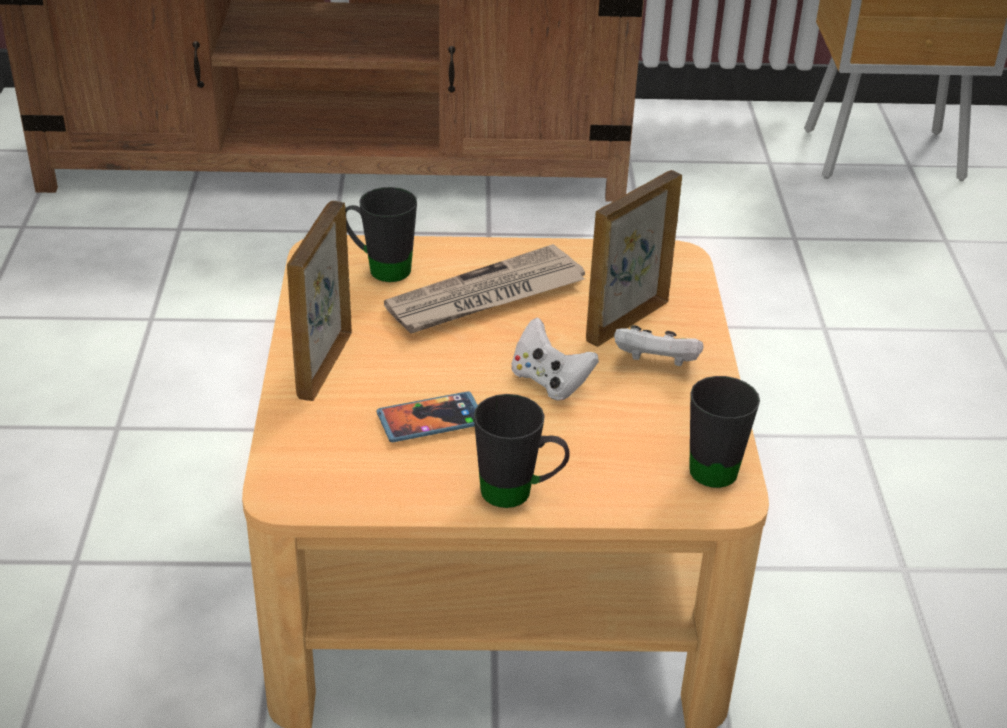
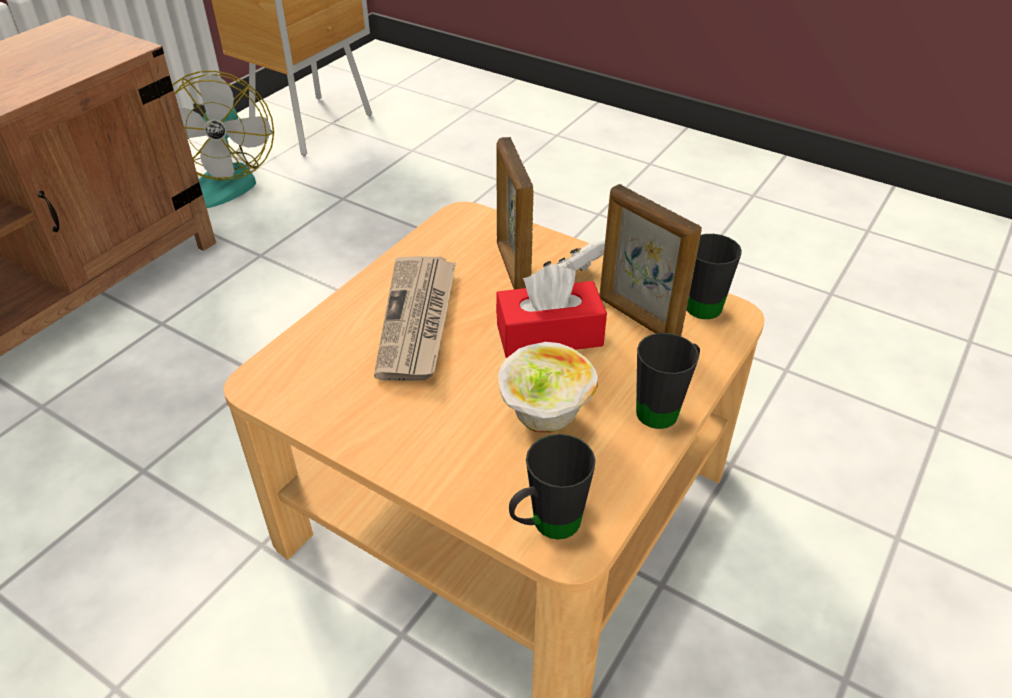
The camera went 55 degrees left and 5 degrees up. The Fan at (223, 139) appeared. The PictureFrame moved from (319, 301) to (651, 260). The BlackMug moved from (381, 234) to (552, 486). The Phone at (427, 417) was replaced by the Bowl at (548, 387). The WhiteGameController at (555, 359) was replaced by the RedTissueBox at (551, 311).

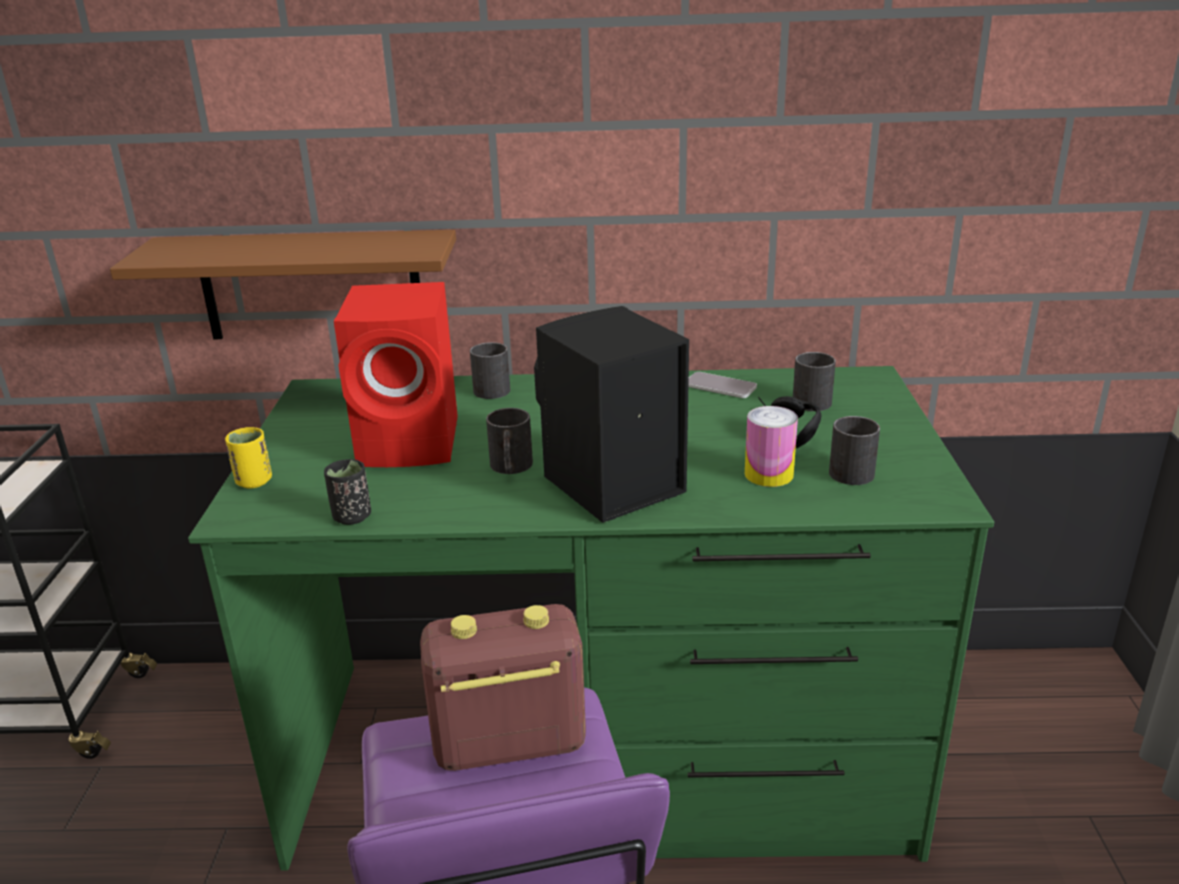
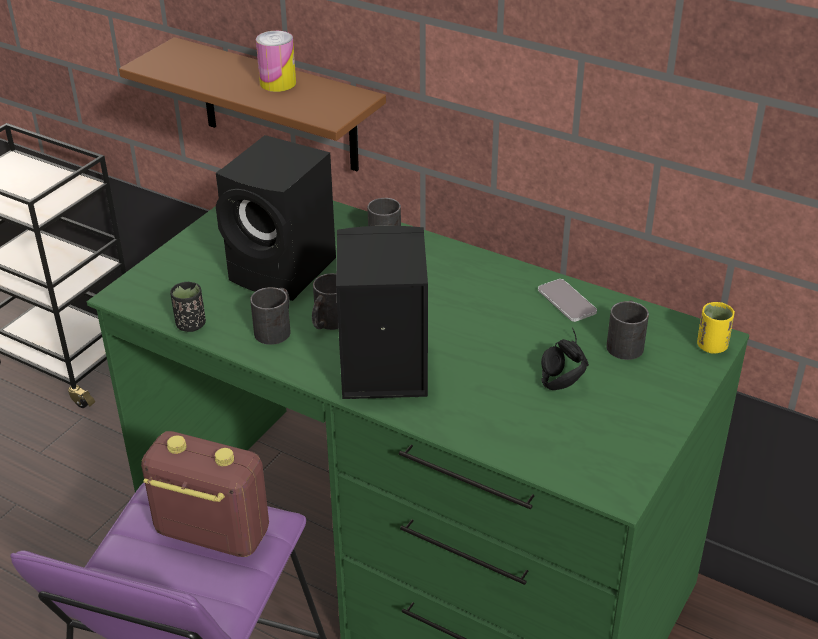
The camera went 30 degrees right and 10 degrees up. The YellowCup moved from (248, 457) to (716, 328). The Can moved from (771, 446) to (276, 61). The BlackMug moved from (854, 450) to (270, 316). The RedSpeaker at (396, 374) became the BlackSpeaker at (276, 218).

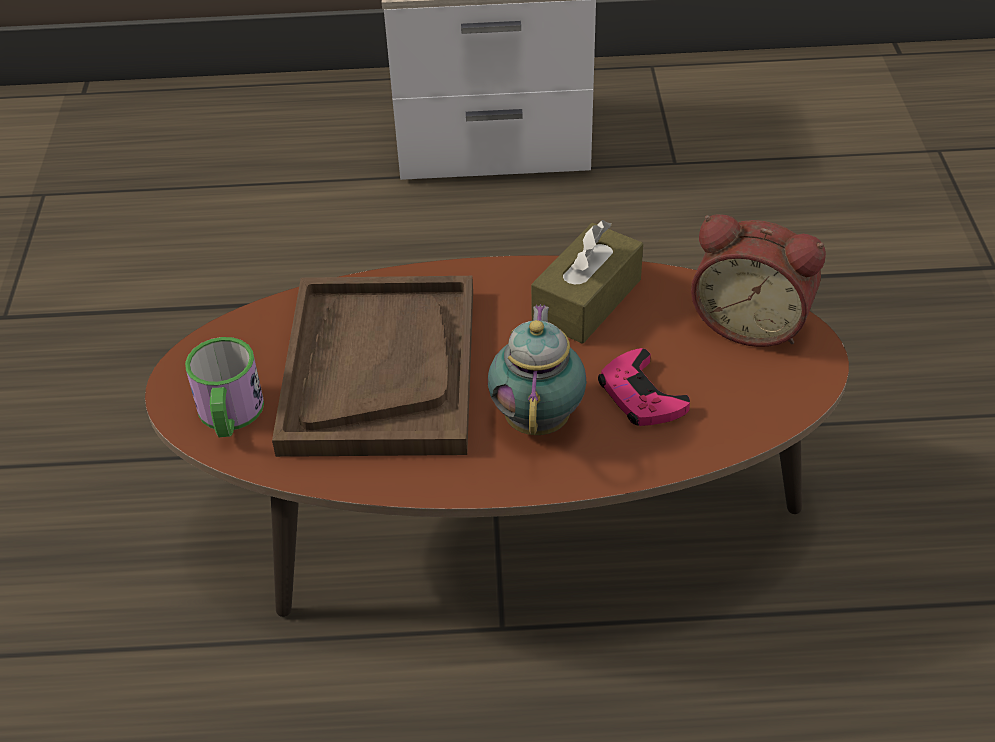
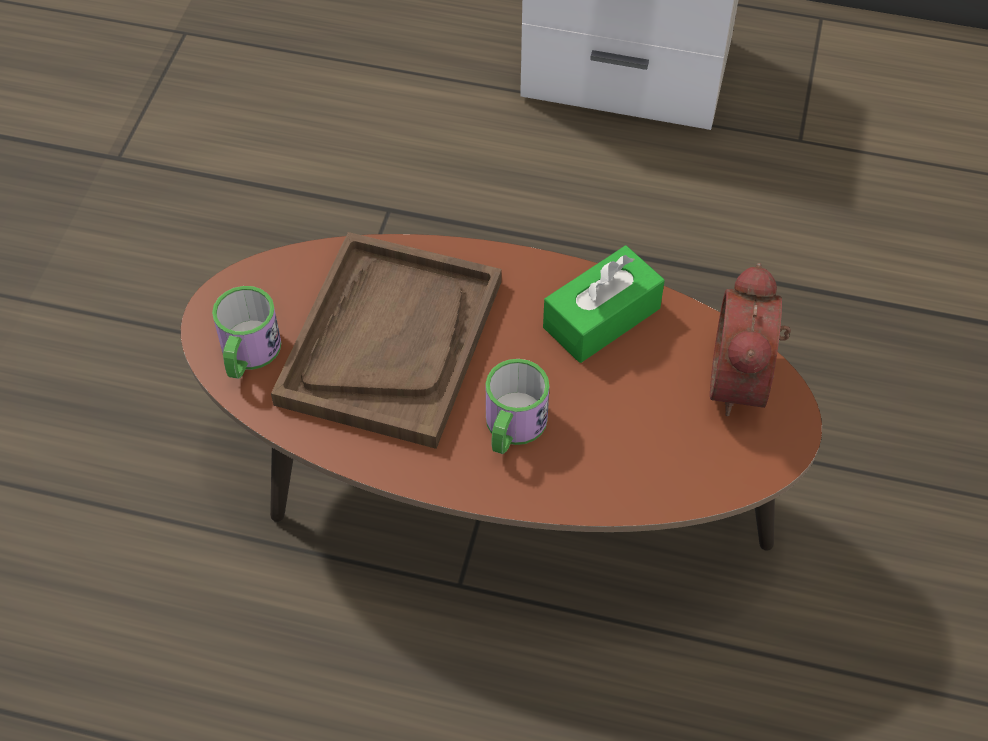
The camera went 15 degrees right and 10 degrees up. The PinkGameController at (644, 387) disappeared. The Teapot at (537, 369) was replaced by the Mug at (517, 406). The BrownTissueBox at (587, 282) became the GreenTissueBox at (604, 304). The AlarmClock at (758, 280) turned 60 degrees clockwise.

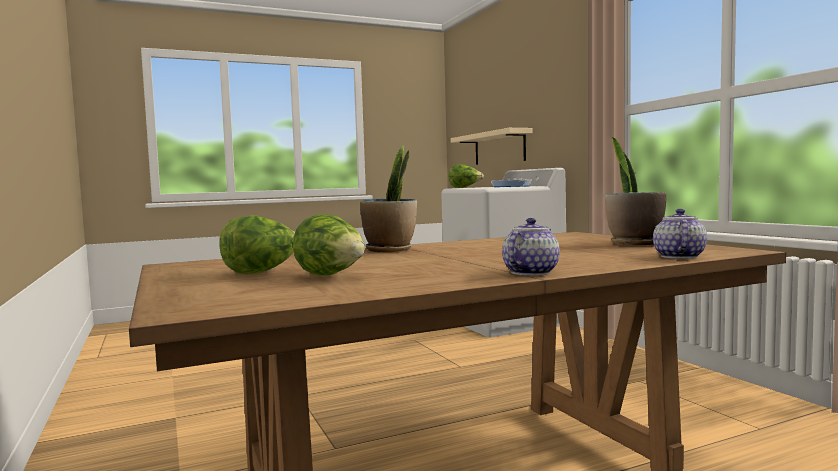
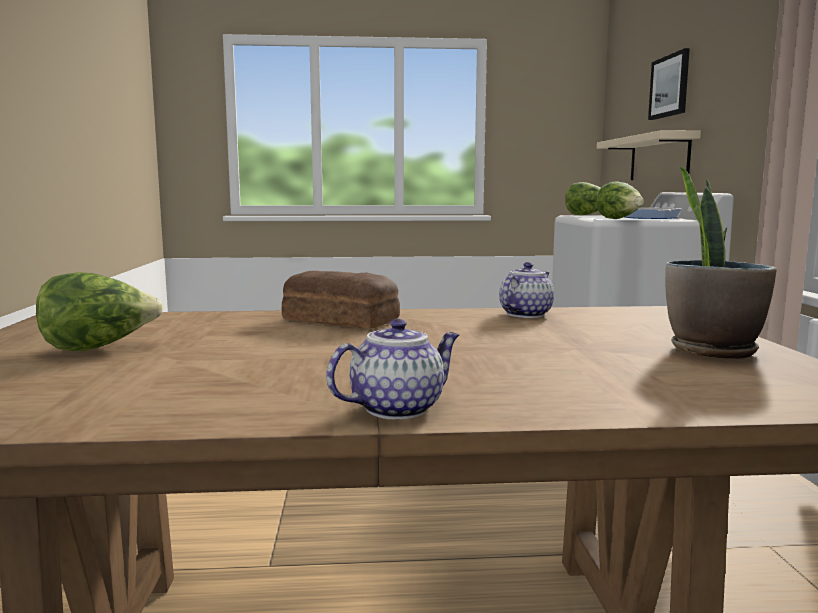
The camera went 20 degrees right and 5 degrees up. The Picture at (669, 84) appeared. The Lettuce moved from (328, 244) to (620, 200). The Teapot moved from (680, 234) to (526, 290). The PottedPlant at (388, 199) was replaced by the Bread at (341, 299).

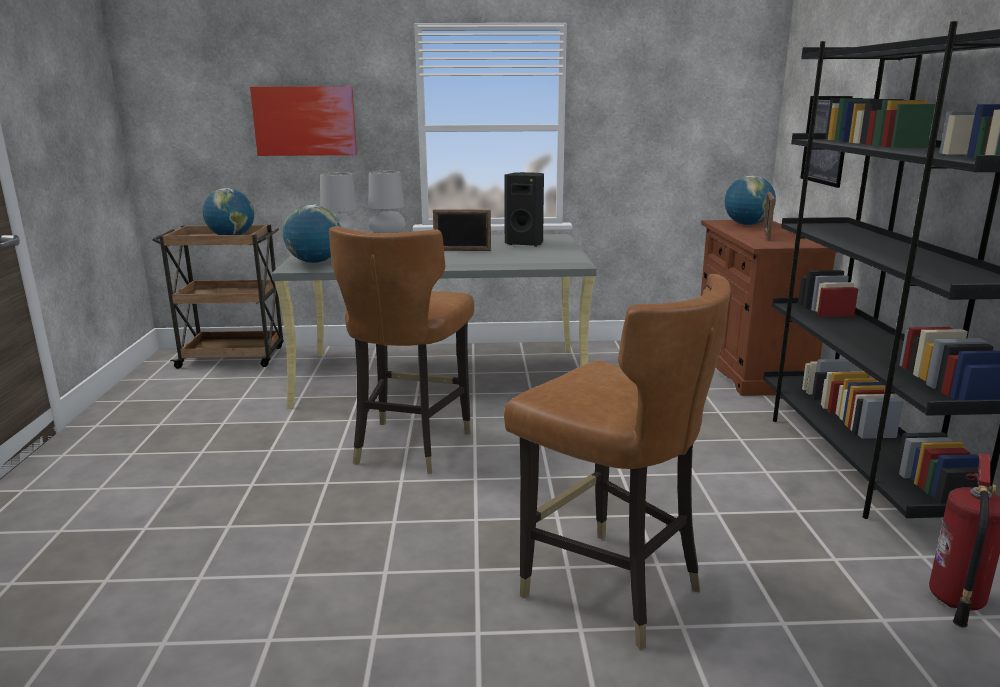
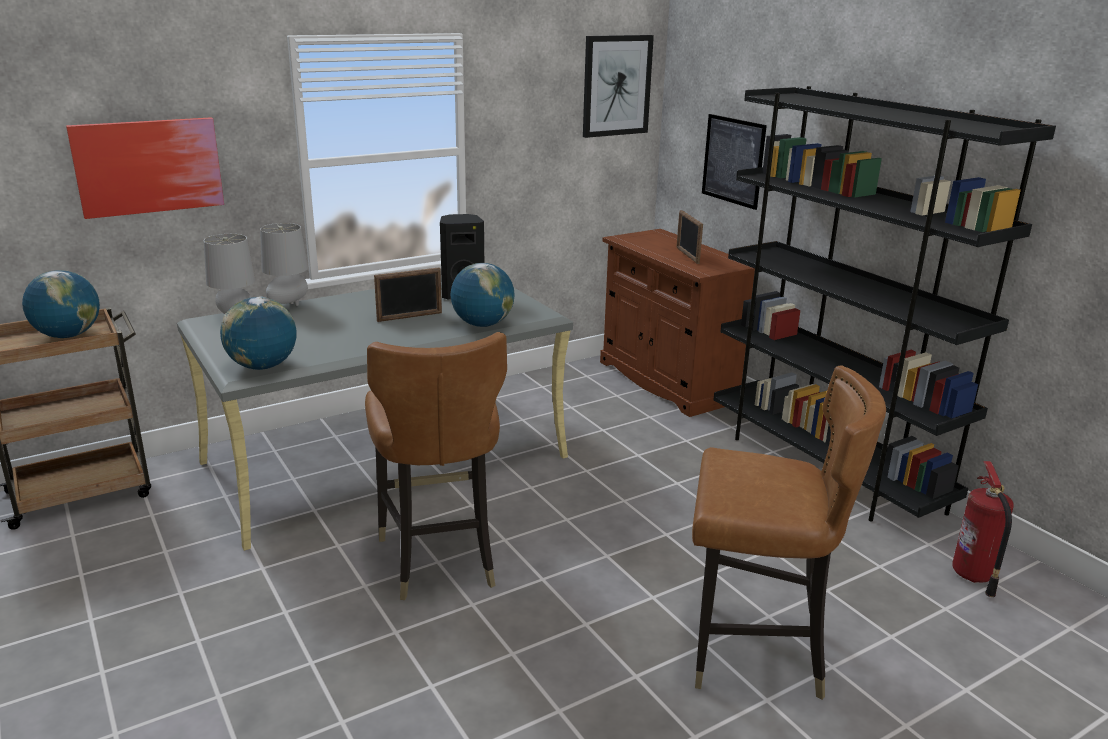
The camera went 30 degrees left and 5 degrees up. The Picture at (618, 86) appeared. The Globe moved from (750, 200) to (482, 295).

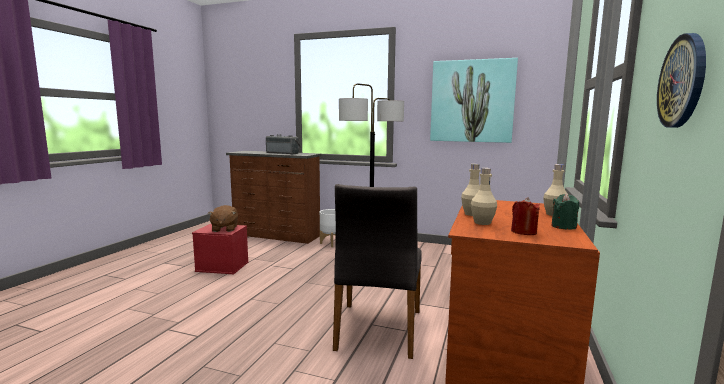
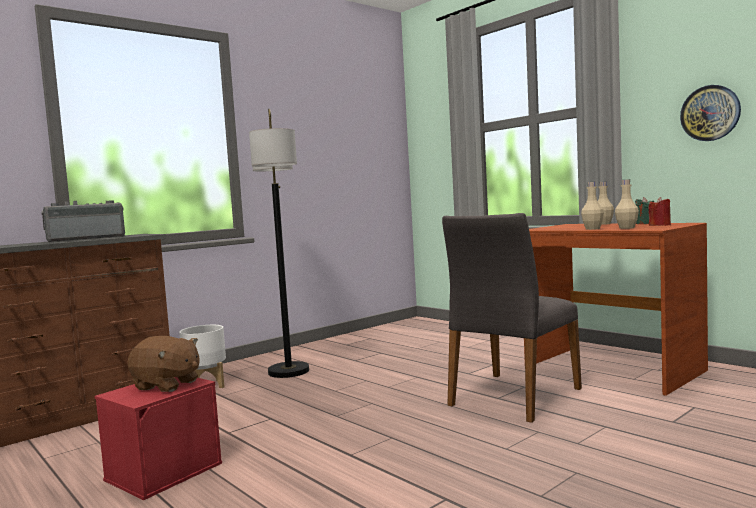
The camera went 60 degrees left and 5 degrees down. The Picture at (474, 100) disappeared. The GreyChair at (377, 271) turned 90 degrees clockwise.

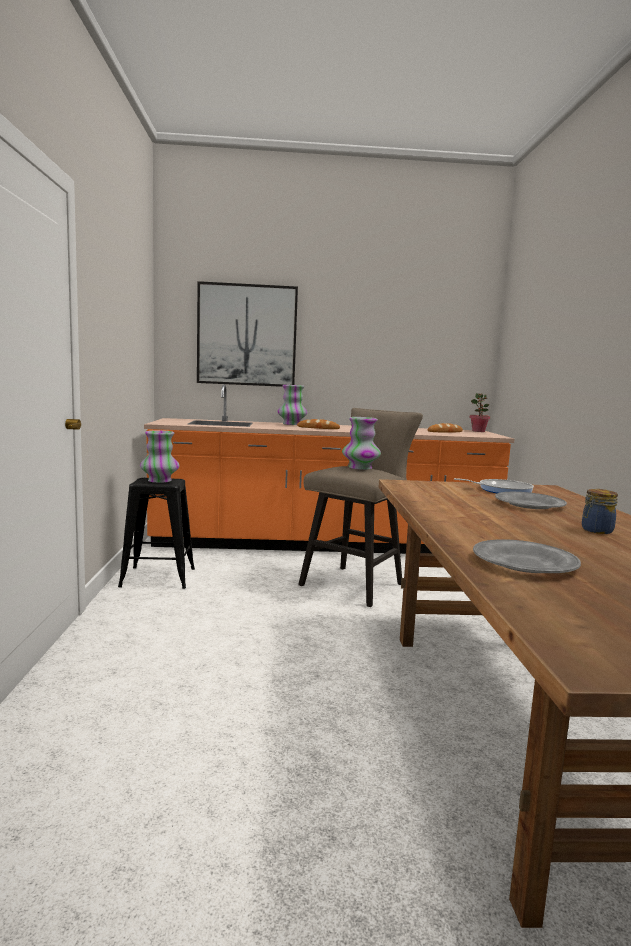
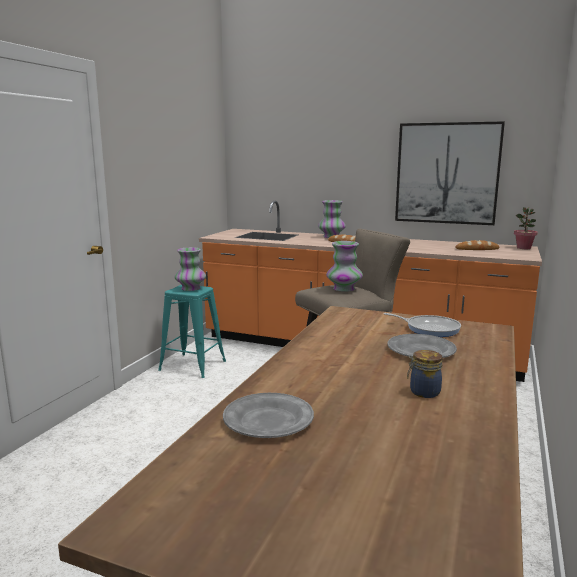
The camera went 25 degrees right and 5 degrees up. The Picture moved from (247, 334) to (450, 173). The BlackStool at (156, 533) became the TurquoiseStool at (192, 331).

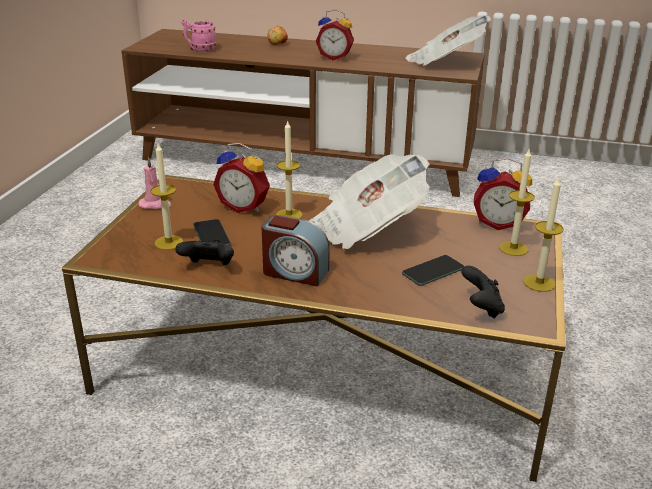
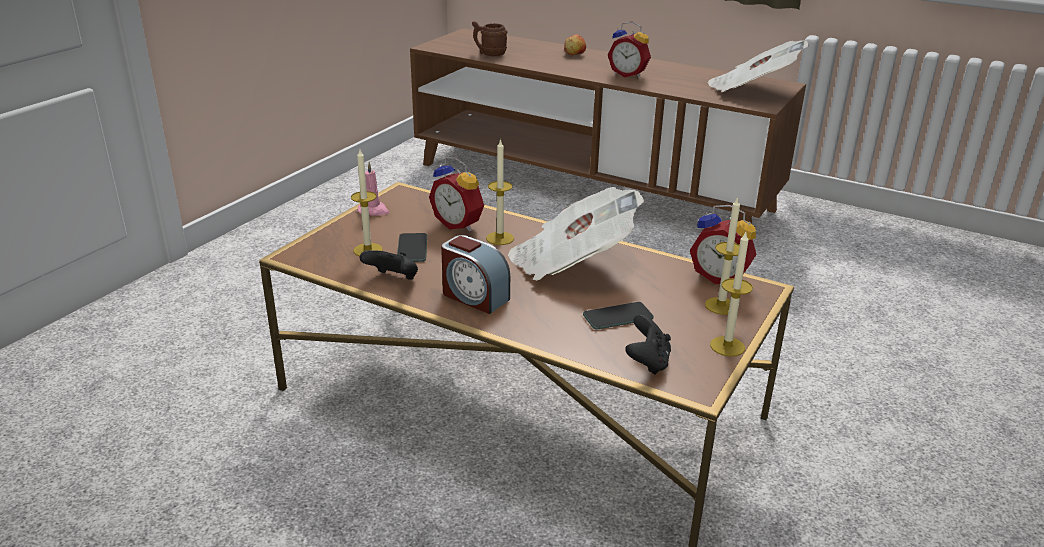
The camera went 15 degrees right and 0 degrees up. The PinkMug at (198, 35) became the BrownMug at (489, 38).

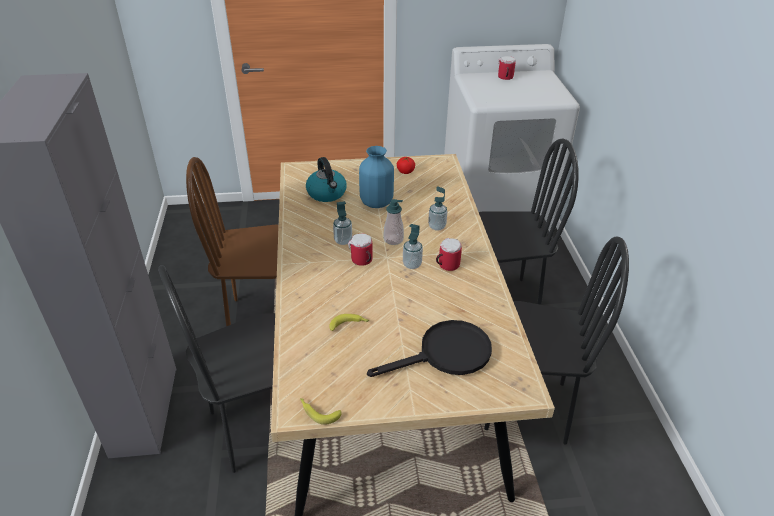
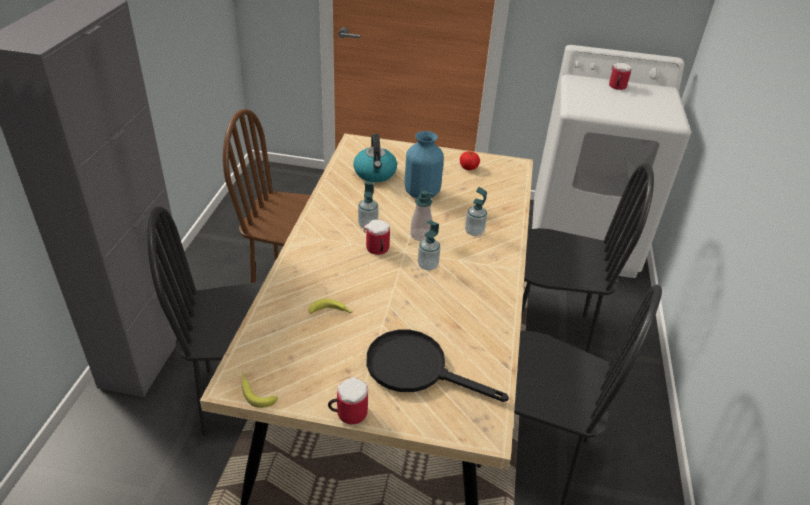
The camera went 15 degrees right and 0 degrees up. The Mug moved from (449, 254) to (348, 400). The BlackFryingPan at (429, 348) turned 150 degrees counterclockwise.

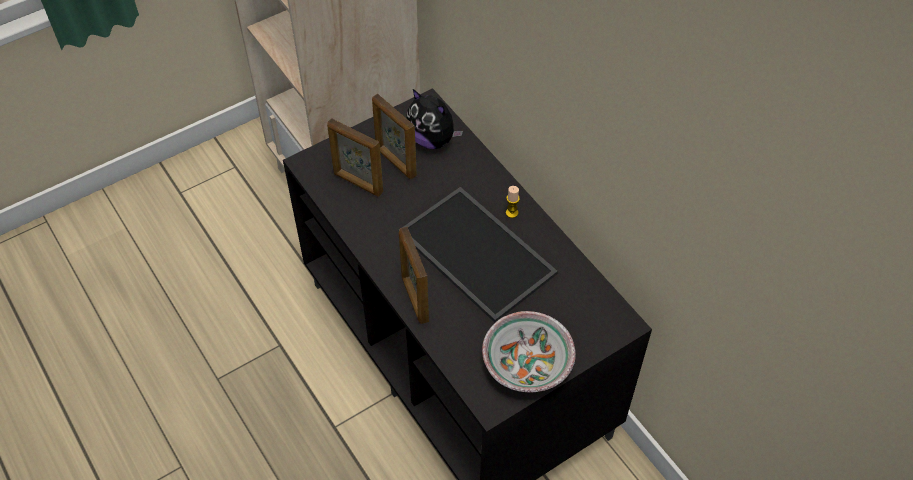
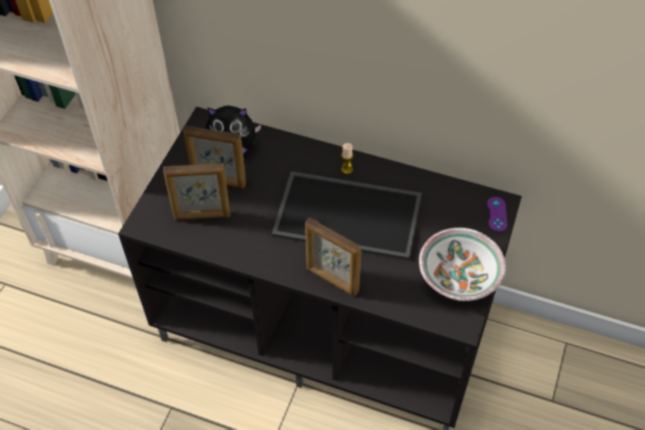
The camera went 35 degrees left and 0 degrees up. The PurpleGameController at (497, 214) appeared.

